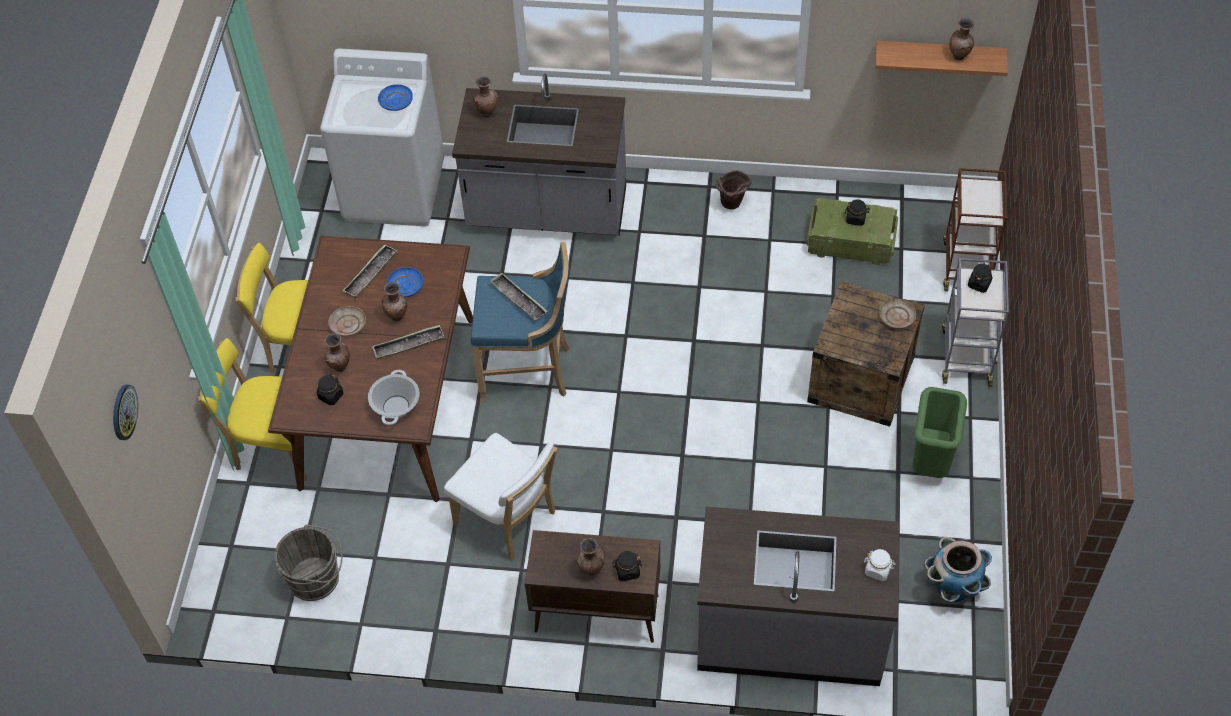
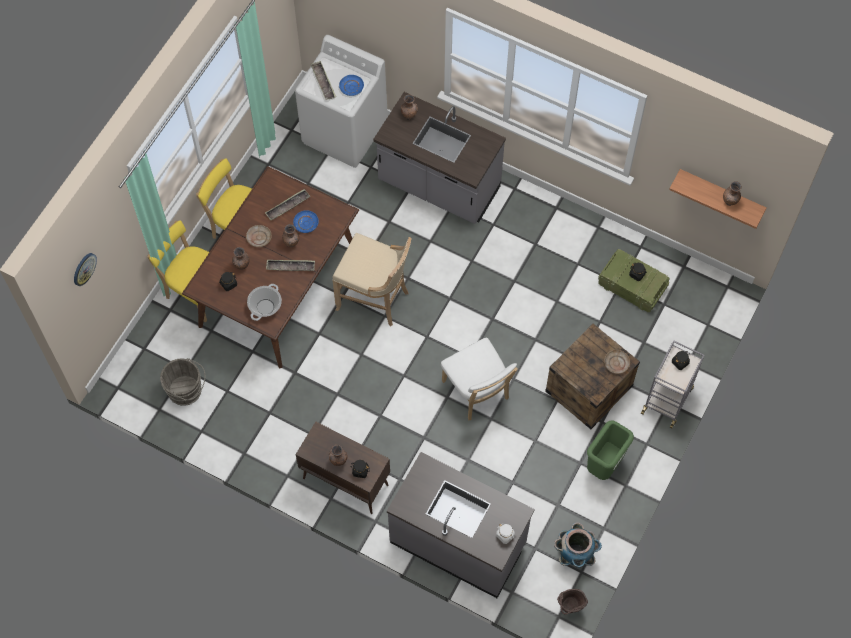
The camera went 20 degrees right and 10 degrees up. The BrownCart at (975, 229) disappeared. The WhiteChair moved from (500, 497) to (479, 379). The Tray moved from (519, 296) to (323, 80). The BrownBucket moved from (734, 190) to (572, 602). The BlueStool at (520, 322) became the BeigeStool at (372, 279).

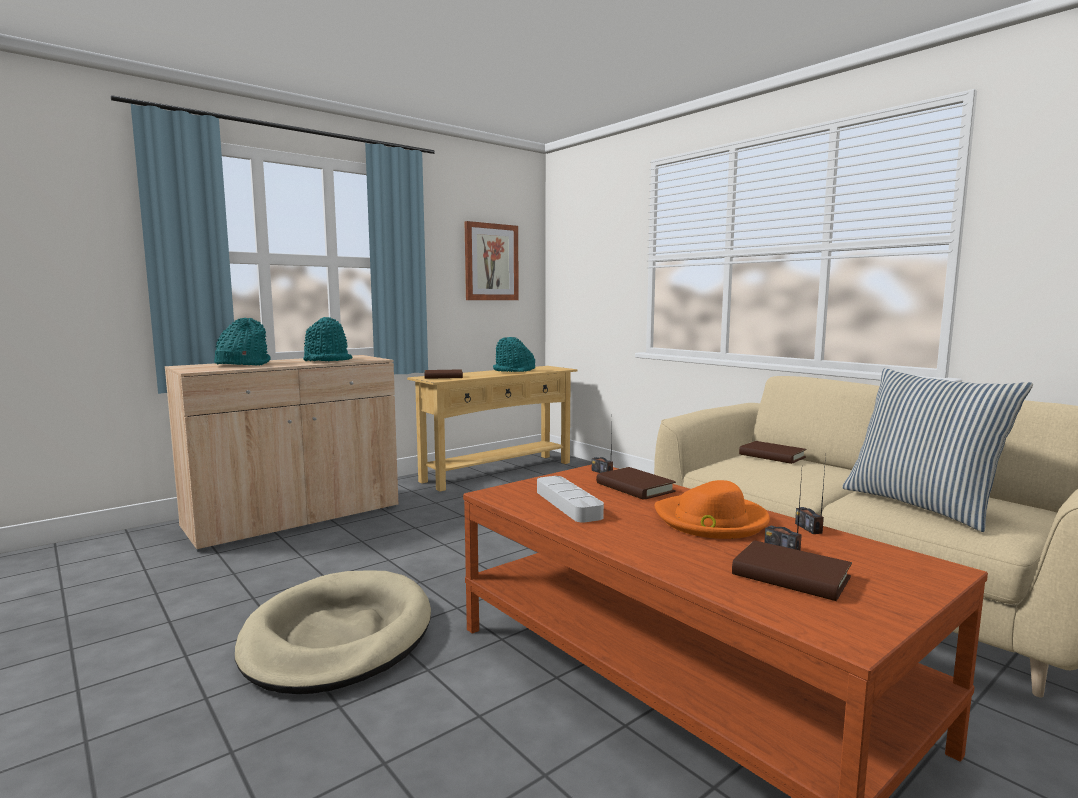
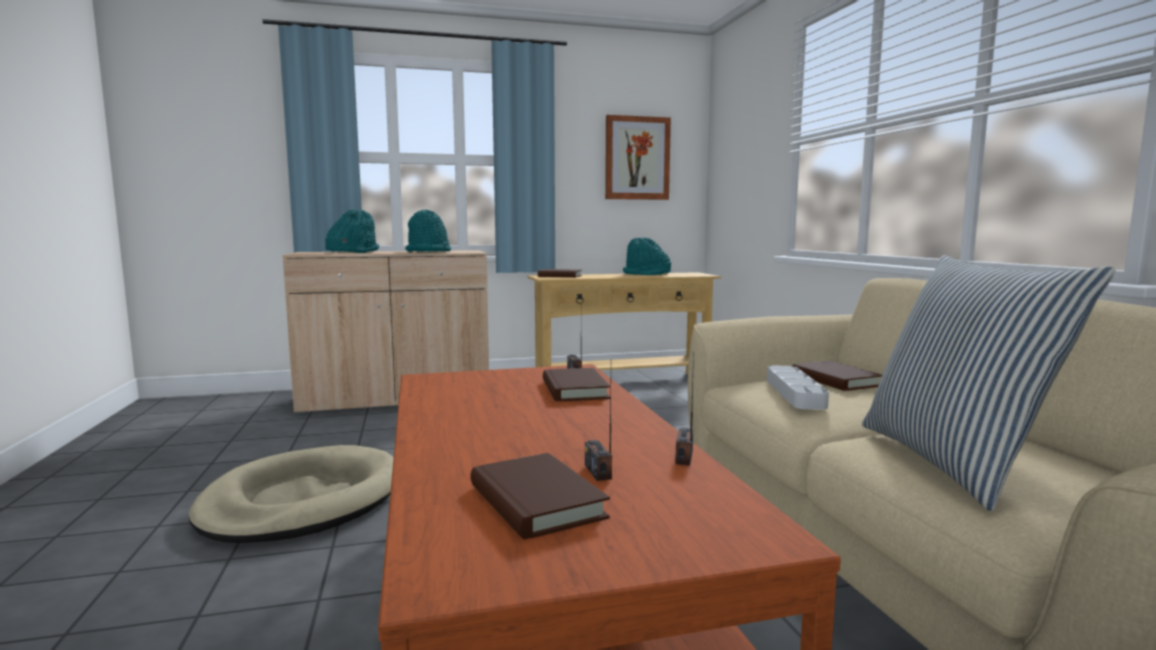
The camera went 25 degrees right and 0 degrees up. The OrangeHat at (712, 509) disappeared. The GreyTray moved from (570, 499) to (798, 388).

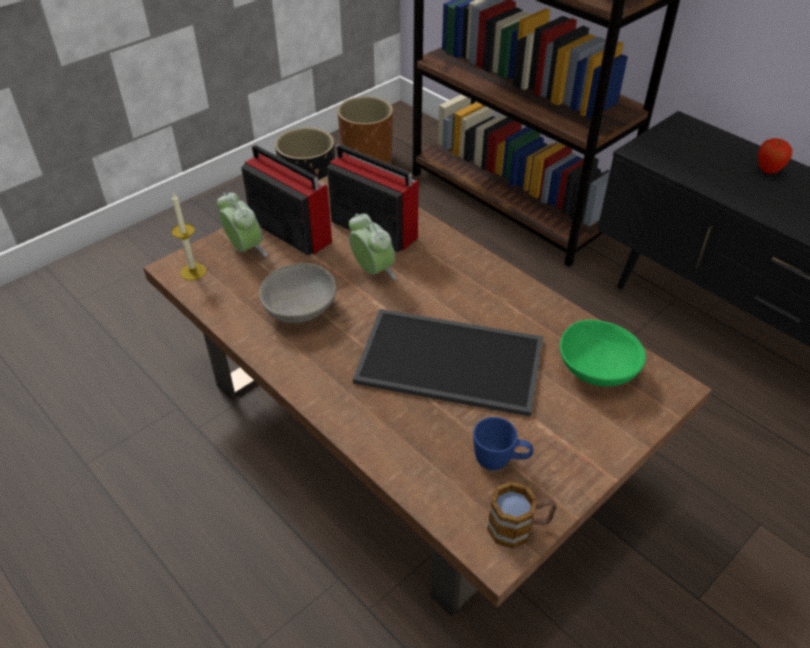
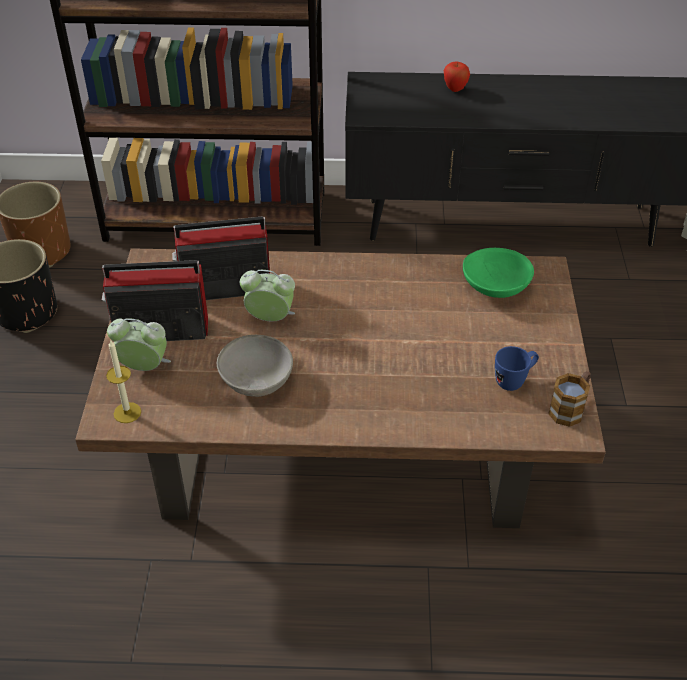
The camera went 45 degrees left and 0 degrees up. The Tray at (448, 363) disappeared.

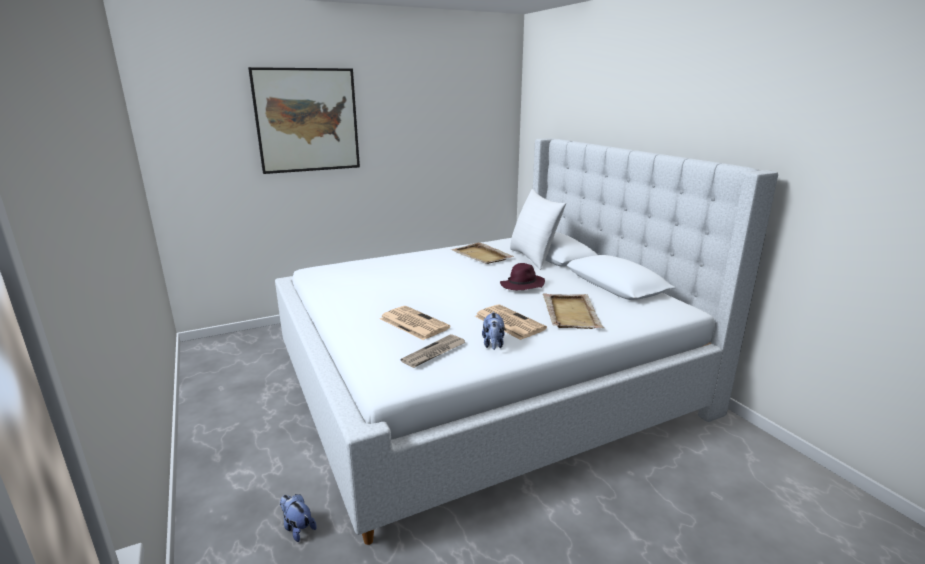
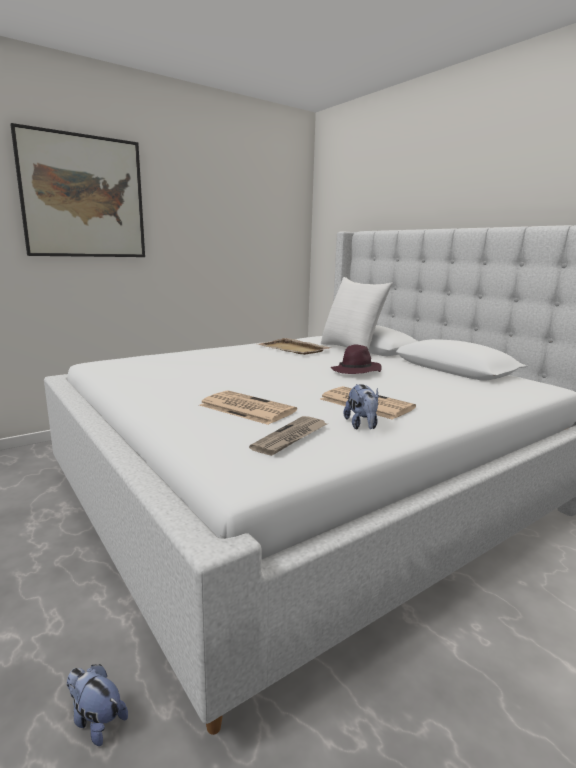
The camera went 10 degrees left and 5 degrees down. The BeigeTray at (574, 311) disappeared.

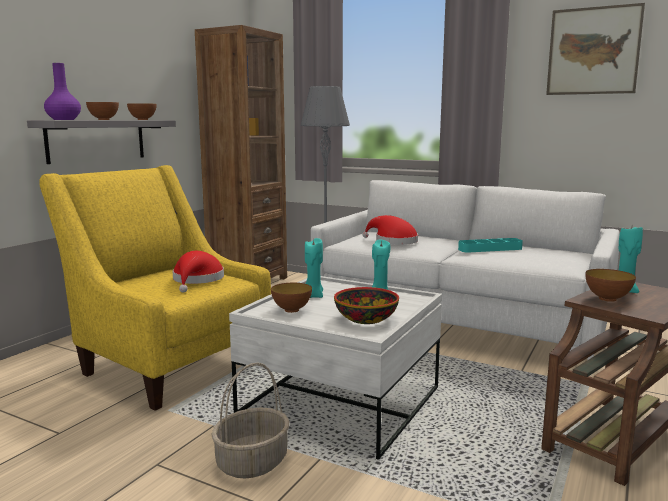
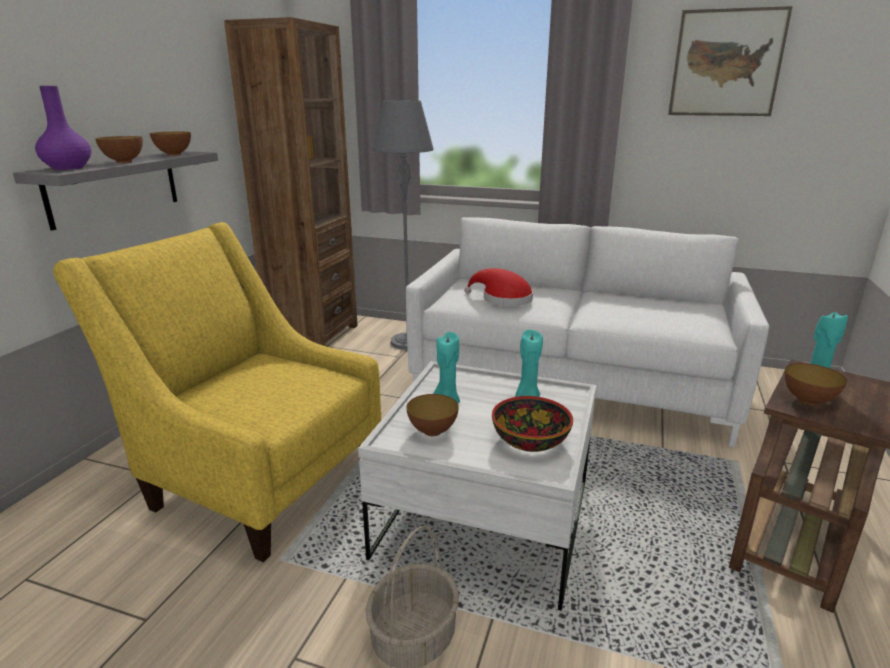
The camera went 10 degrees left and 10 degrees up. The RedHat at (198, 272) disappeared. The TurquoiseTray at (490, 245) disappeared.

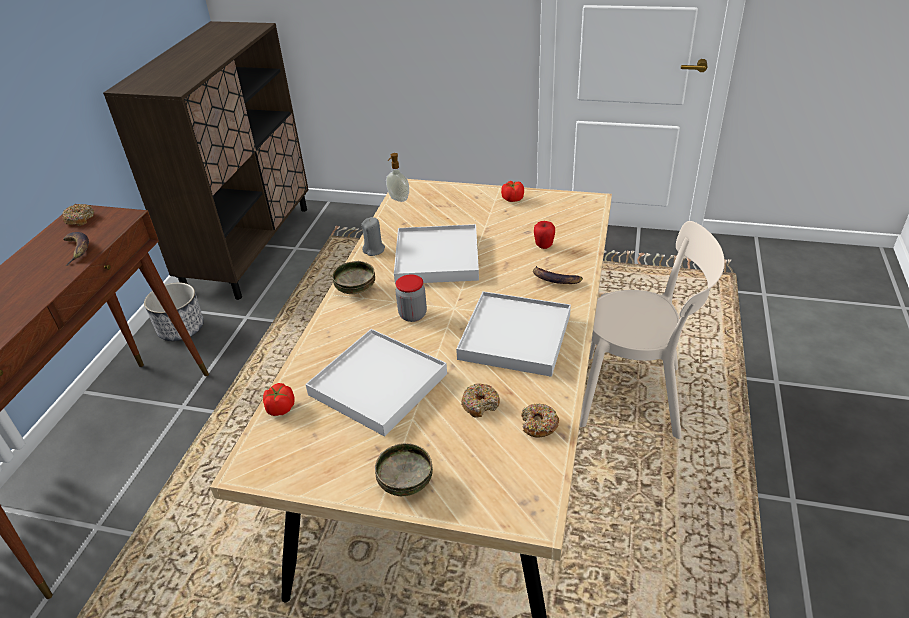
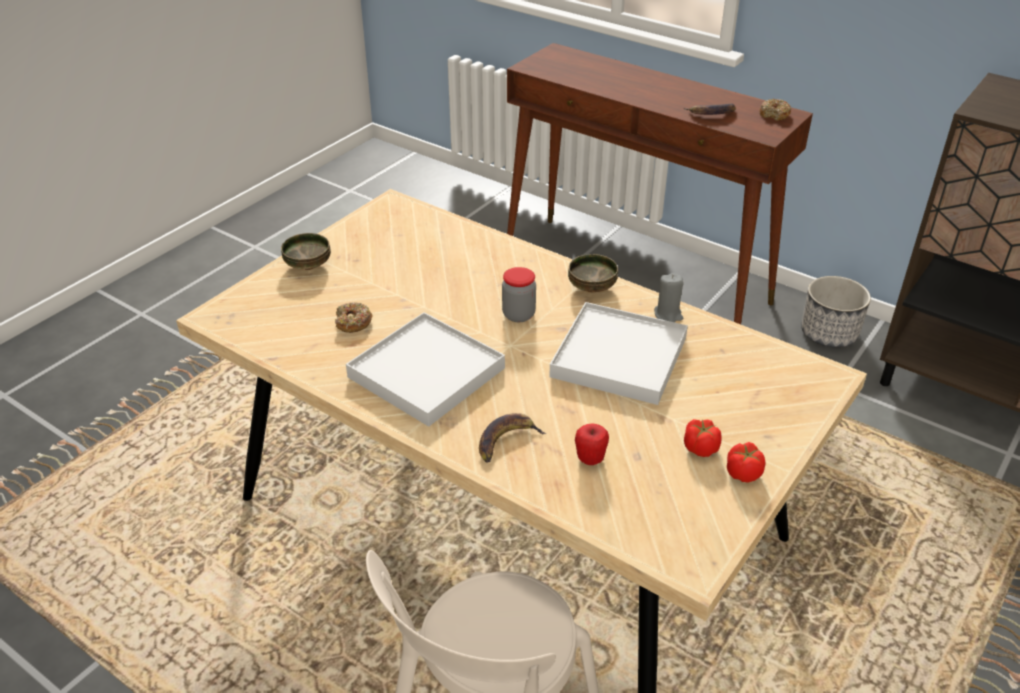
The camera went 110 degrees right and 0 degrees up. The WhiteTray at (376, 383) disappeared. The SoapDispenser at (397, 177) disappeared. The Donut at (540, 420) disappeared. The Tomato moved from (279, 399) to (703, 438).

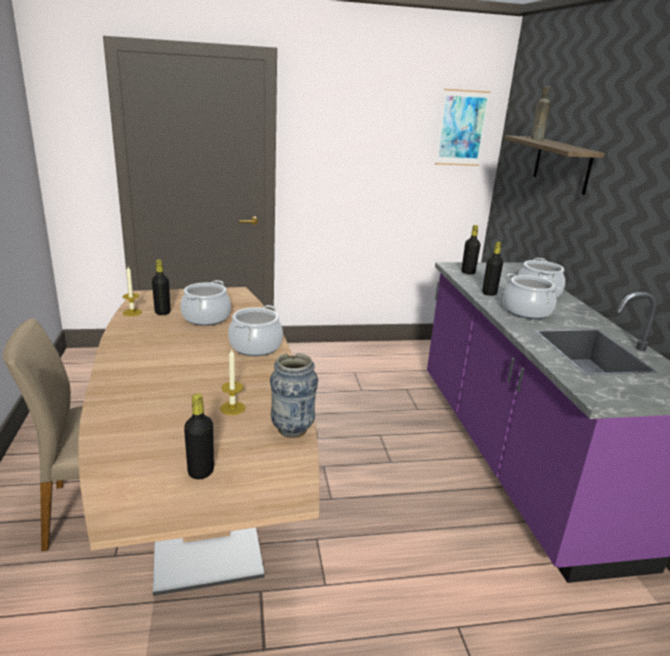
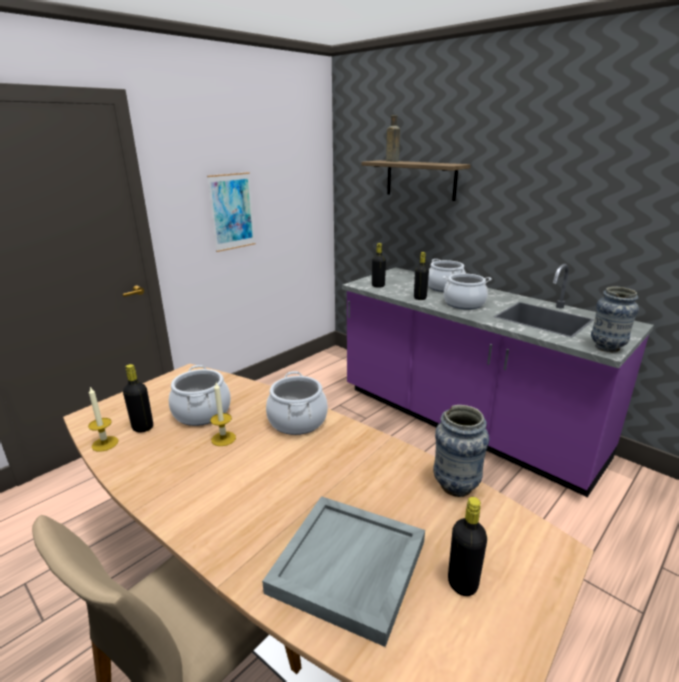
The camera went 35 degrees left and 0 degrees up. The GreyTray at (343, 571) appeared. The Vase at (615, 319) appeared. The Candle moved from (232, 381) to (223, 414). The Picture moved from (462, 127) to (231, 212).

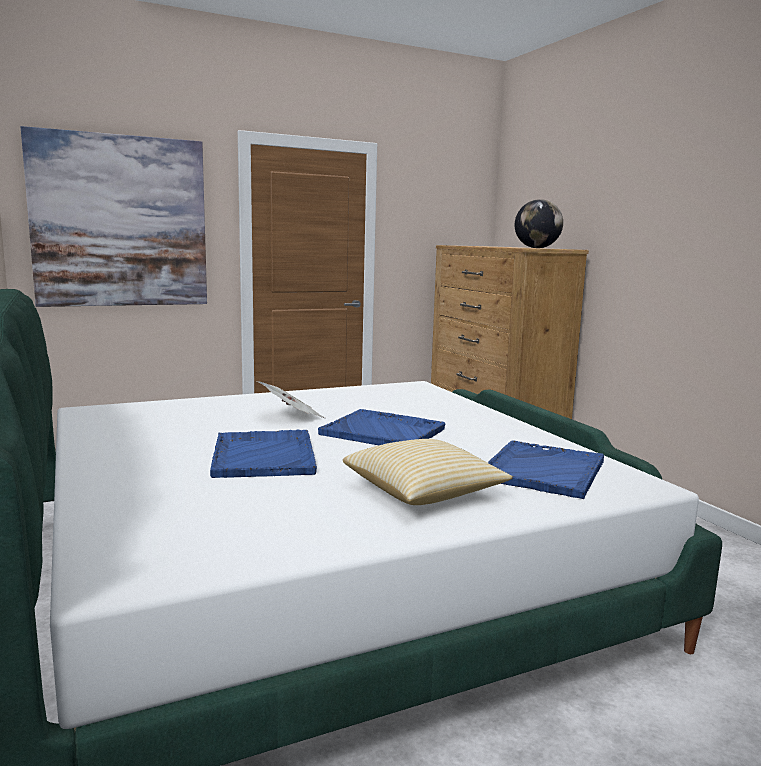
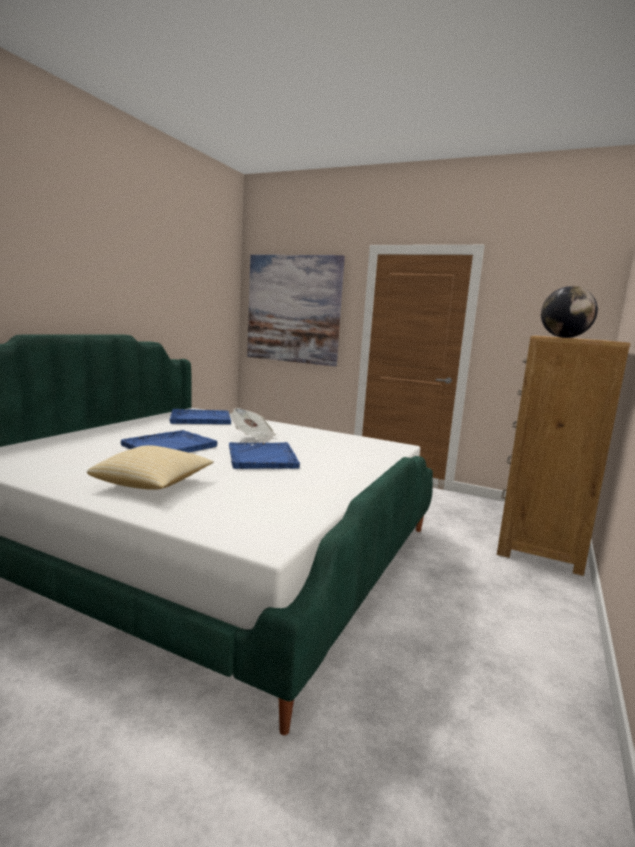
The camera went 50 degrees right and 0 degrees up. The BlueTray moved from (546, 469) to (200, 416).

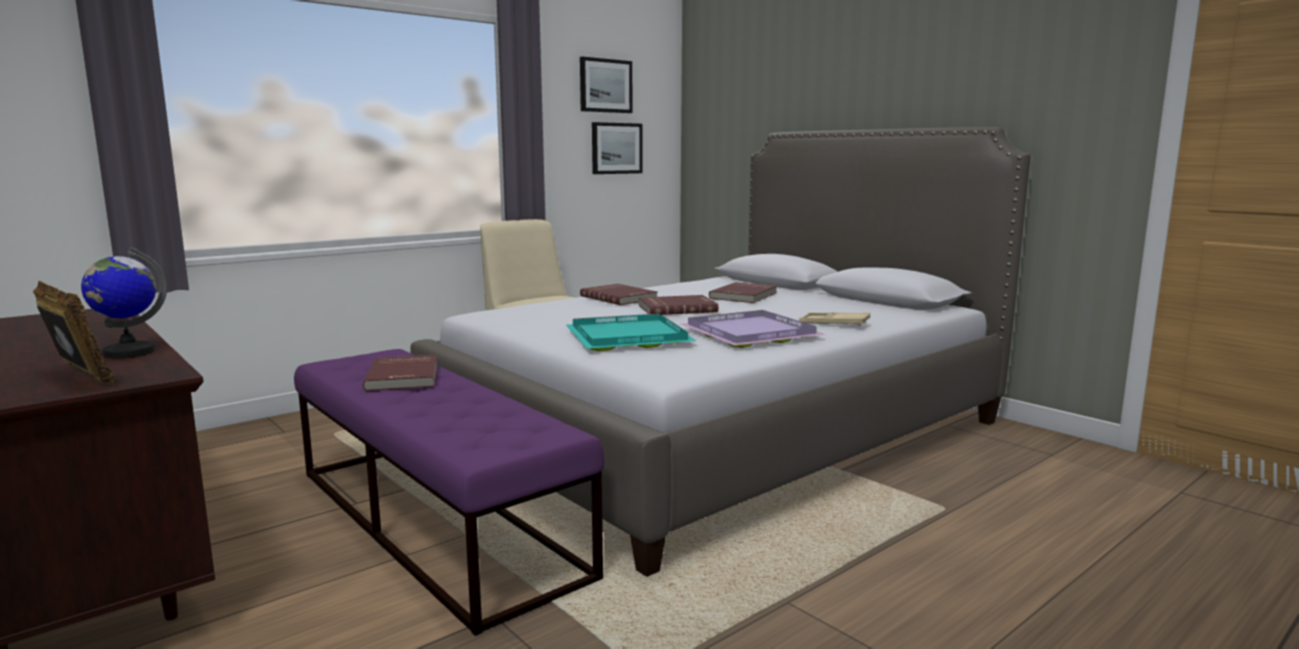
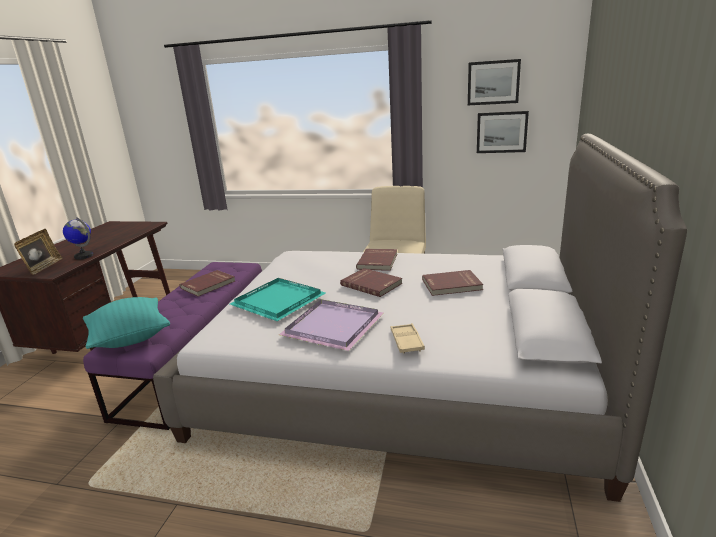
The camera went 55 degrees right and 10 degrees up. The TurquoisePillow at (126, 323) appeared.

